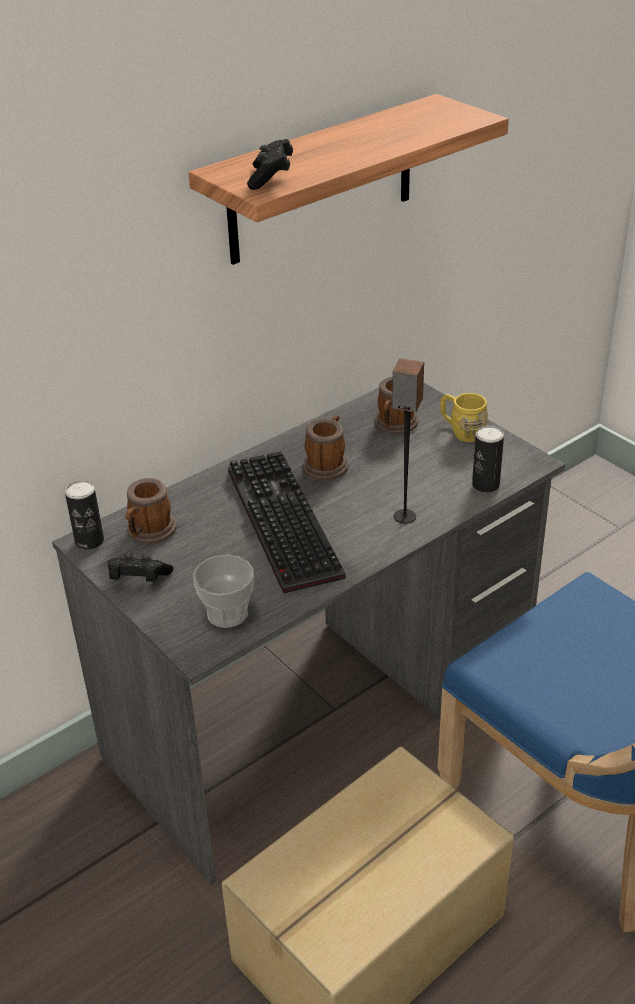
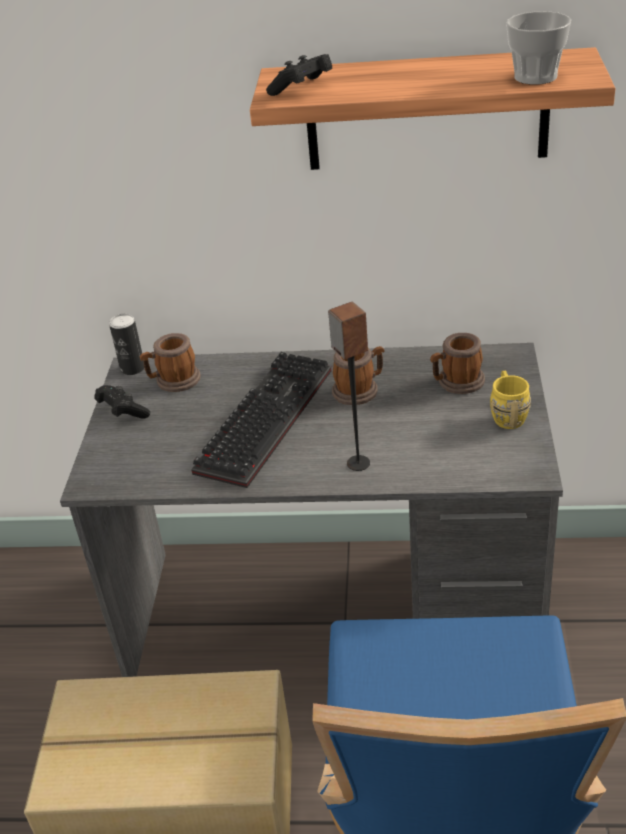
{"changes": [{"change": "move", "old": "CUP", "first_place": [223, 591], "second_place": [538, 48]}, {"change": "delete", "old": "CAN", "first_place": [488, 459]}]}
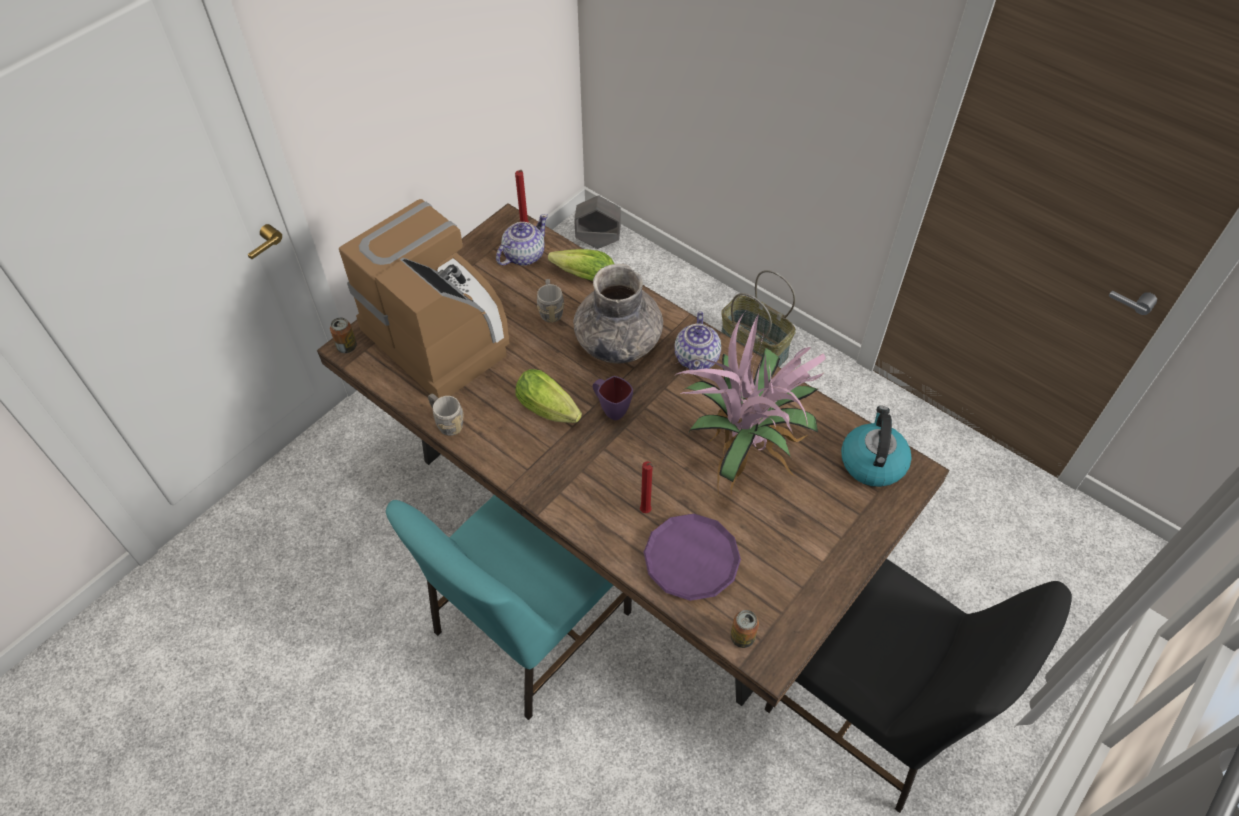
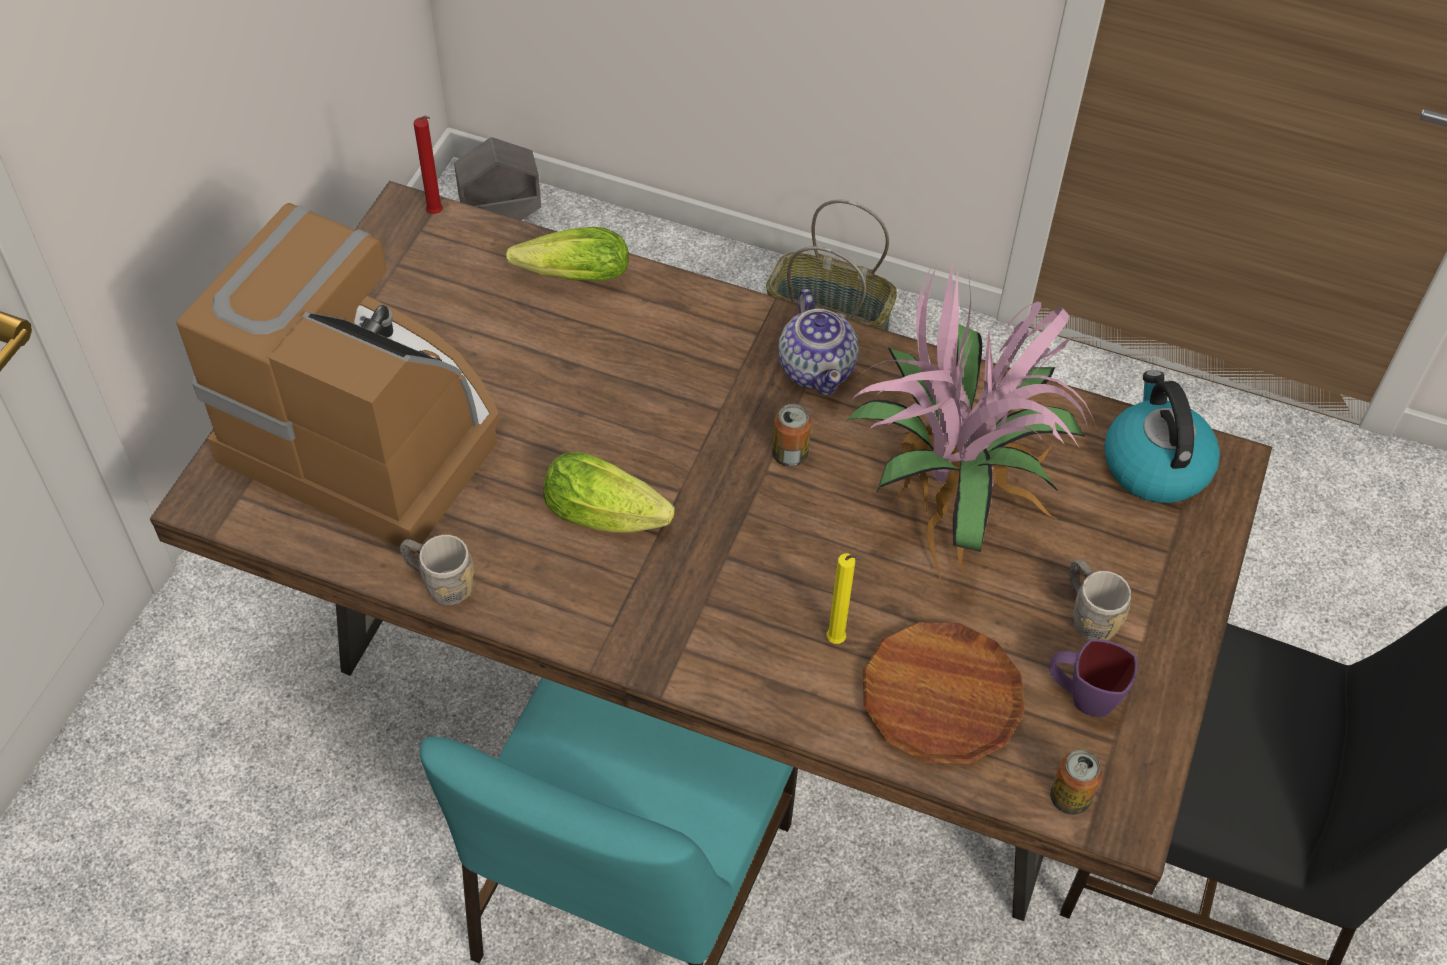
{"changes": [{"change": "move", "old": "CAN", "first_place": [343, 335], "second_place": [792, 435]}, {"change": "delete", "old": "TEAPOT", "first_place": [522, 239]}, {"change": "move", "old": "GREY MUG", "first_place": [551, 301], "second_place": [1100, 600]}, {"change": "delete", "old": "GREY VASE", "first_place": [618, 314]}, {"change": "move", "old": "PURPLE MUG", "first_place": [612, 398], "second_place": [1093, 678]}, {"change": "recolor", "old": "RED CANDLE", "new": "YELLOW CANDLE", "first_place": [647, 487], "second_place": [844, 598]}, {"change": "recolor", "old": "PURPLE PLATE", "new": "BROWN PLATE", "first_place": [692, 557], "second_place": [944, 693]}]}
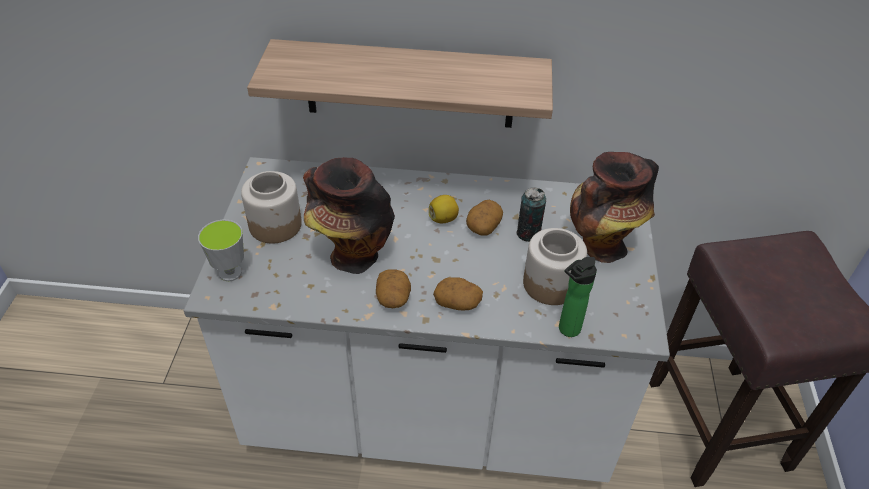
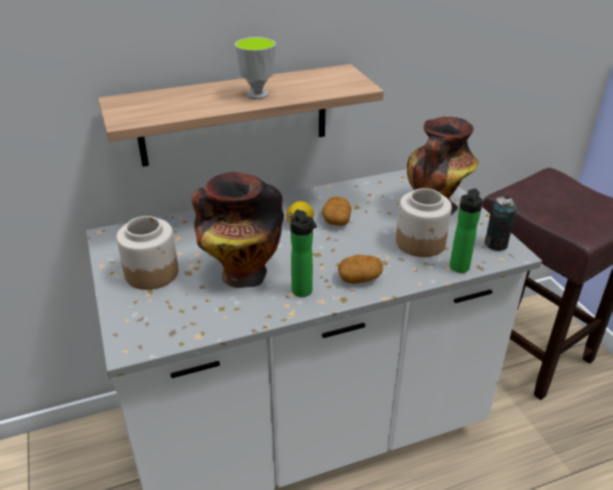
{"changes": [{"change": "move", "old": "CUP", "first_place": [221, 250], "second_place": [255, 68]}, {"change": "replace", "old": "POTATO", "new": "BOTTLE", "first_place": [393, 288], "second_place": [303, 253]}, {"change": "move", "old": "CAN", "first_place": [531, 214], "second_place": [501, 223]}]}
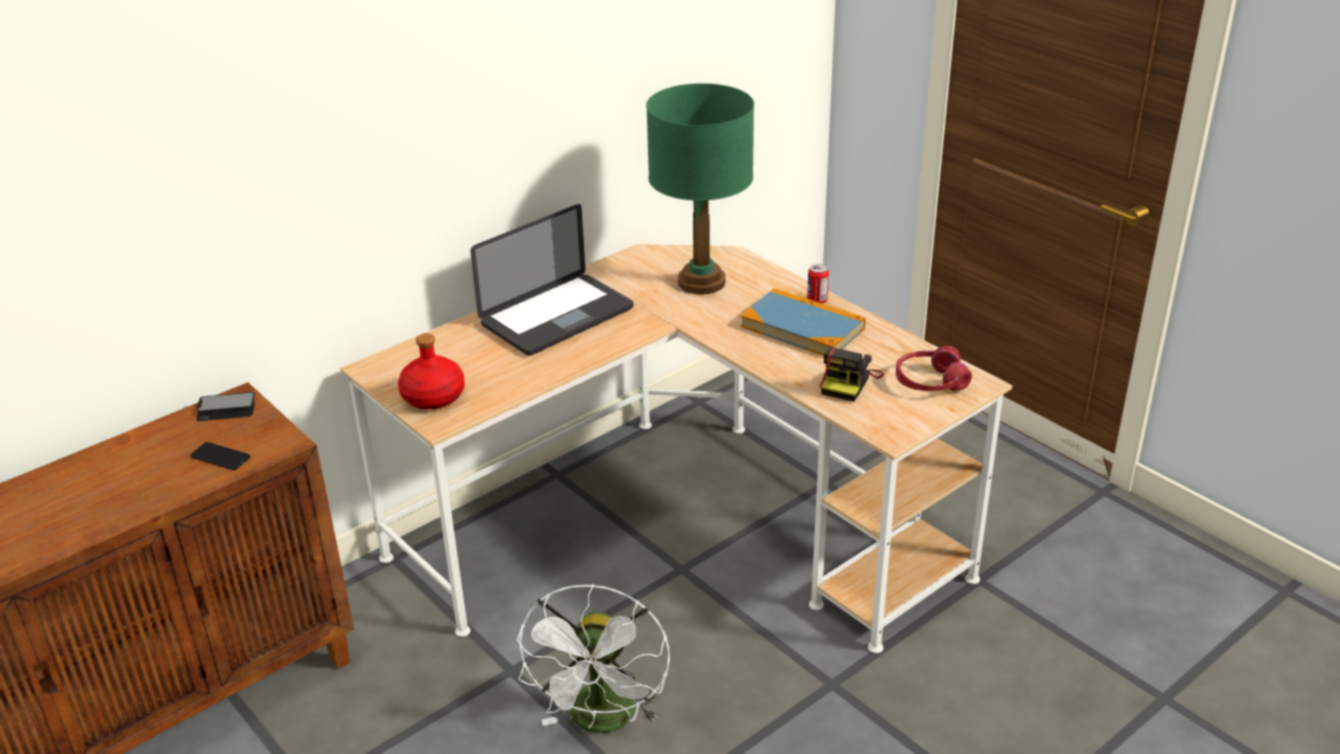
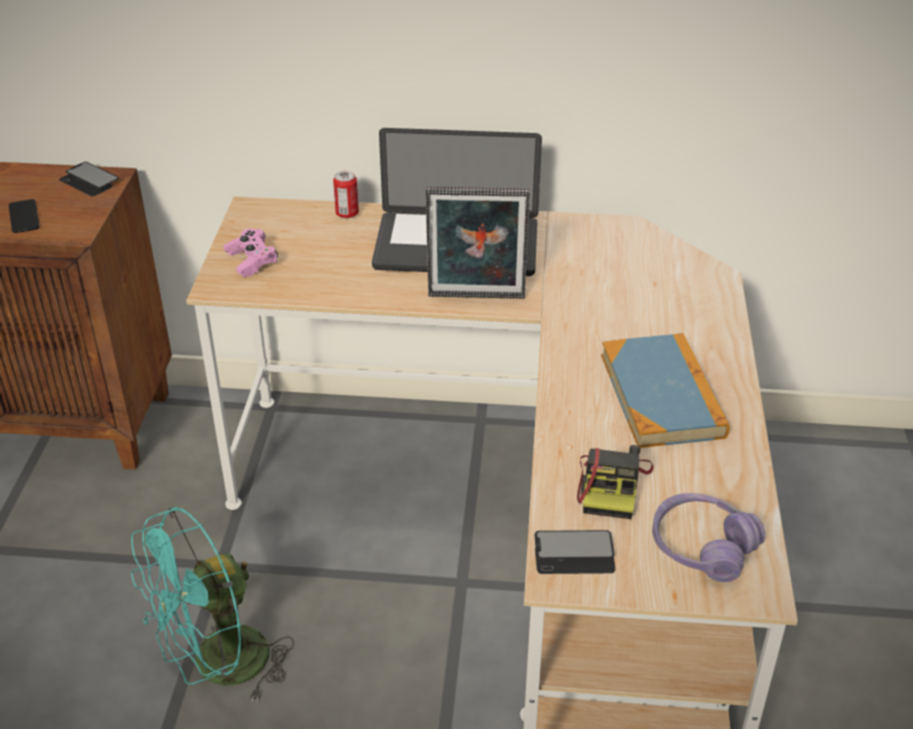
{"changes": [{"change": "replace", "old": "RED BOTTLE", "new": "PINK GAME CONTROLLER", "first_place": [431, 371], "second_place": [250, 253]}, {"change": "recolor", "old": "WHITE FAN", "new": "TURQUOISE FAN", "first_place": [593, 658], "second_place": [212, 605]}, {"change": "delete", "old": "GREEN TABLE LAMP", "first_place": [700, 188]}, {"change": "move", "old": "CAN", "first_place": [818, 284], "second_place": [346, 194]}, {"change": "rotate", "old": "PHOTO CAMERA", "first_place": [852, 374], "second_place": [615, 482], "degrees": -60}, {"change": "recolor", "old": "RED HEADPHONES", "new": "PURPLE HEADPHONES", "first_place": [934, 368], "second_place": [708, 537]}, {"change": "insert", "new": "PICTURE FRAME", "second_place": [477, 242]}, {"change": "insert", "new": "PHONE", "second_place": [575, 552]}]}
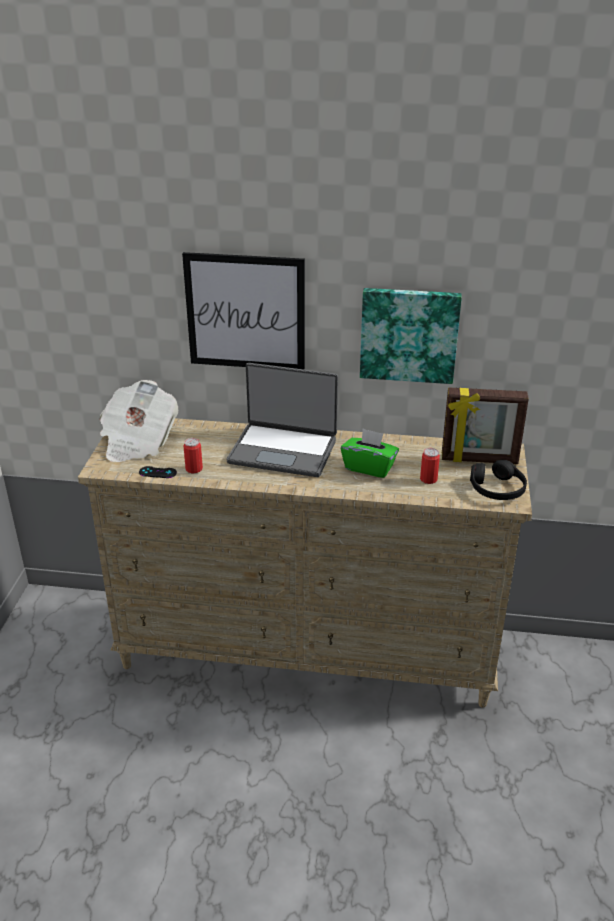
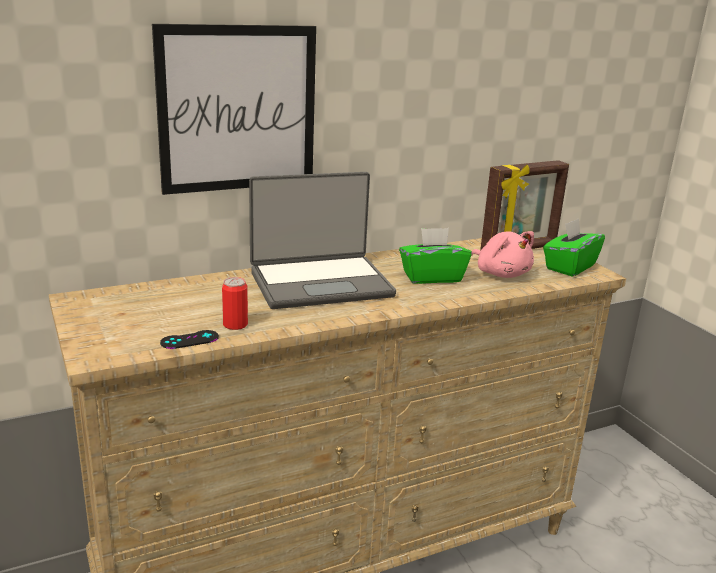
{"changes": [{"change": "delete", "old": "NEWSPAPER", "first_place": [139, 421]}, {"change": "delete", "old": "PICTURE", "first_place": [411, 336]}, {"change": "replace", "old": "CAN", "new": "PINK PLUSH TOY", "first_place": [430, 466], "second_place": [502, 254]}, {"change": "replace", "old": "BLACK HEADPHONES", "new": "GREEN TISSUE BOX", "first_place": [498, 480], "second_place": [574, 247]}]}
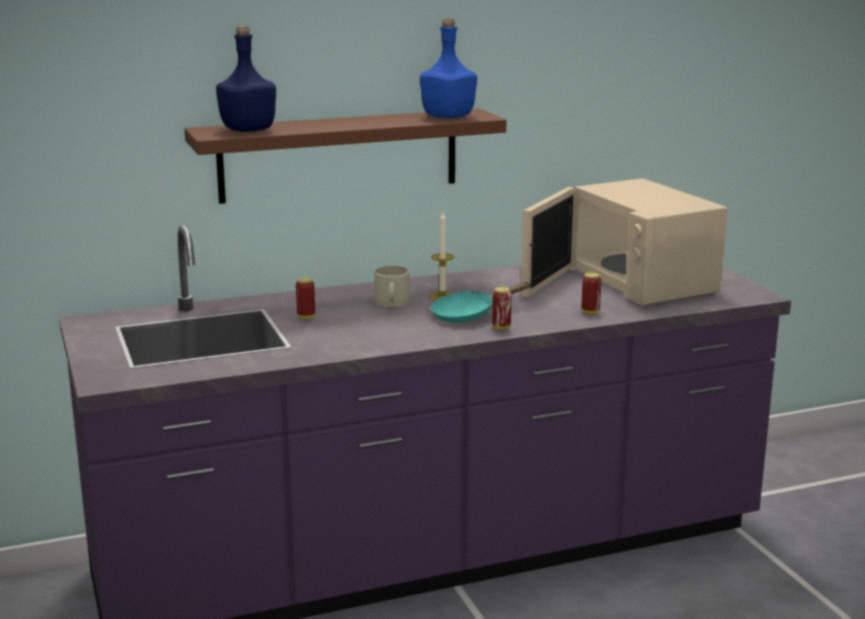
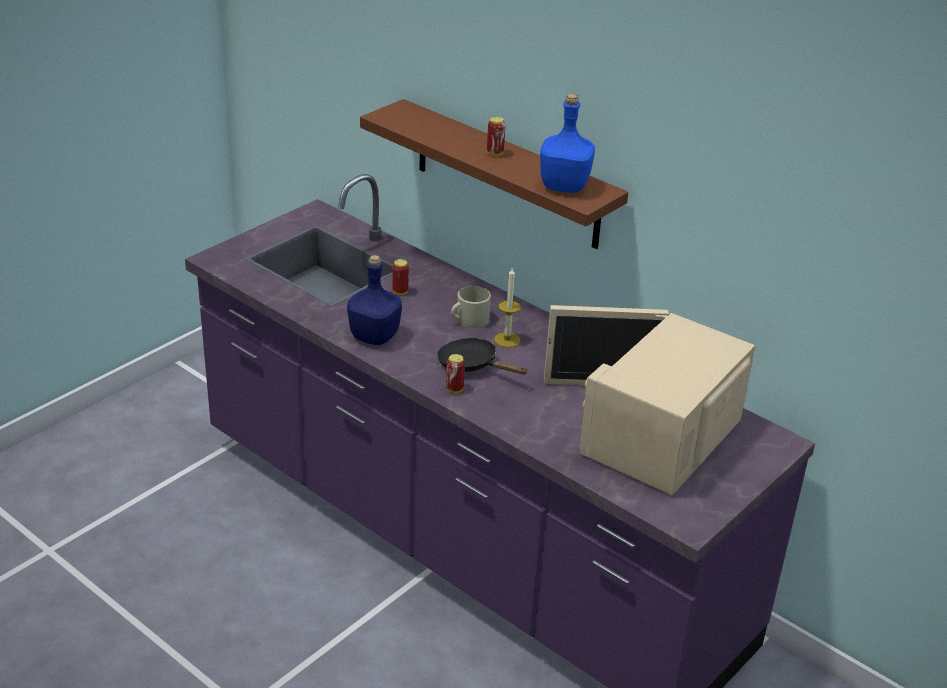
{"changes": [{"change": "move", "old": "BLUE BOTTLE", "first_place": [246, 79], "second_place": [374, 300]}, {"change": "recolor", "old": "TURQUOISE FRYING PAN", "new": "BLACK FRYING PAN", "first_place": [481, 302], "second_place": [482, 356]}, {"change": "move", "old": "CAN", "first_place": [591, 293], "second_place": [496, 136]}]}
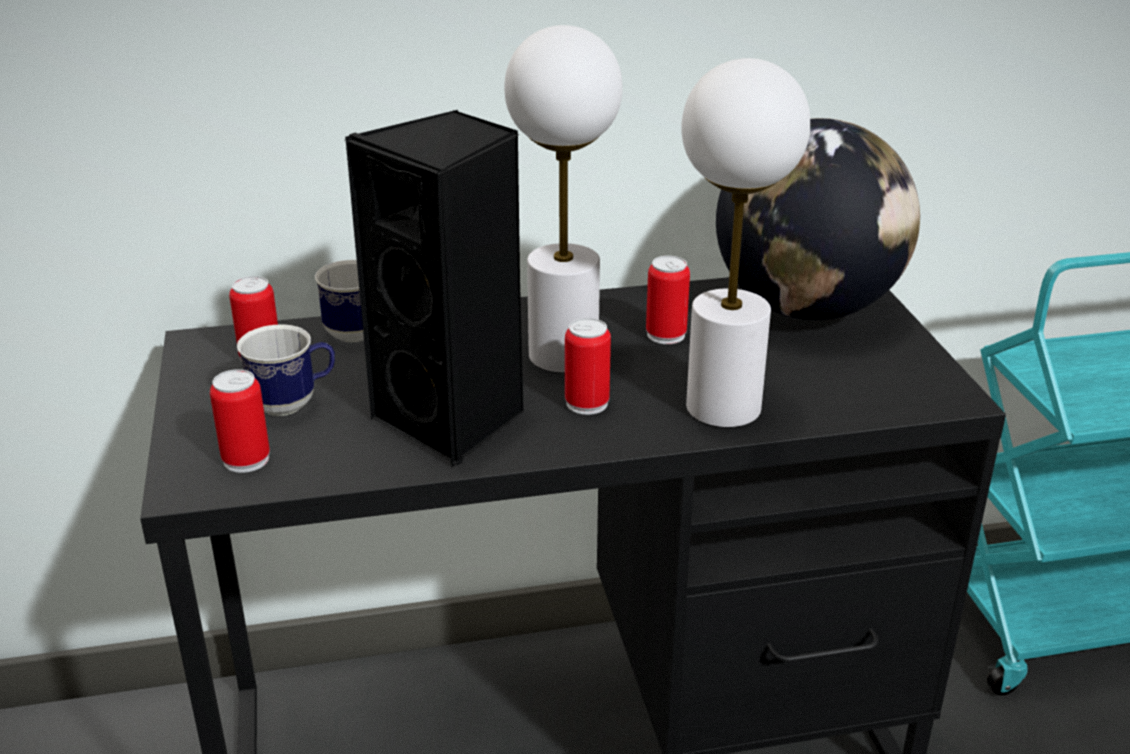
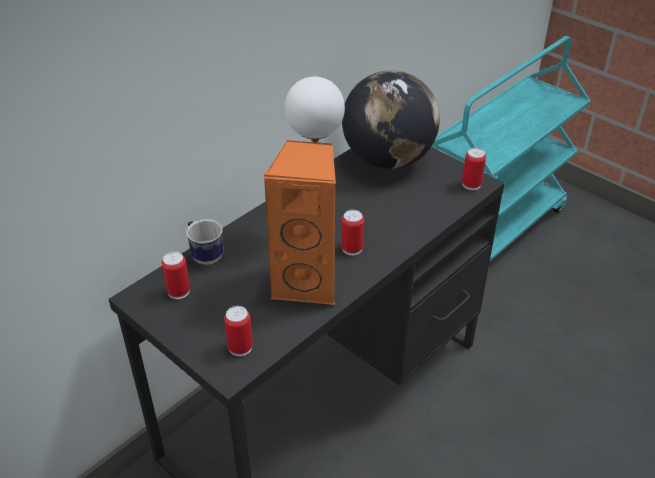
{"changes": [{"change": "delete", "old": "MUG", "first_place": [286, 370]}, {"change": "recolor", "old": "BLACK SPEAKER", "new": "ORANGE SPEAKER", "first_place": [434, 288], "second_place": [299, 222]}, {"change": "move", "old": "CAN", "first_place": [668, 300], "second_place": [474, 169]}, {"change": "delete", "old": "WHITE TABLE LAMP", "first_place": [745, 243]}]}
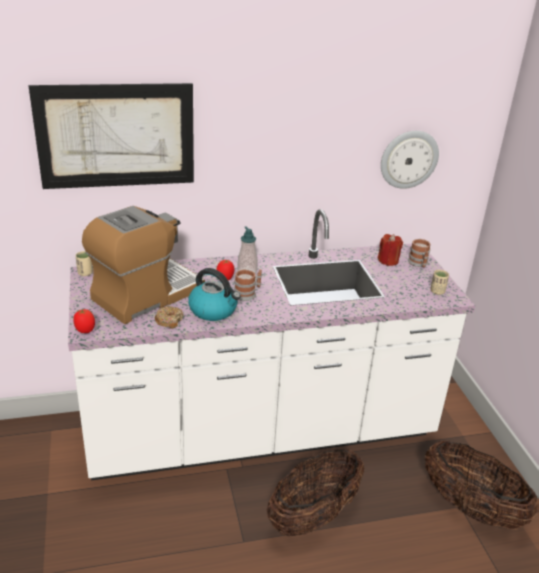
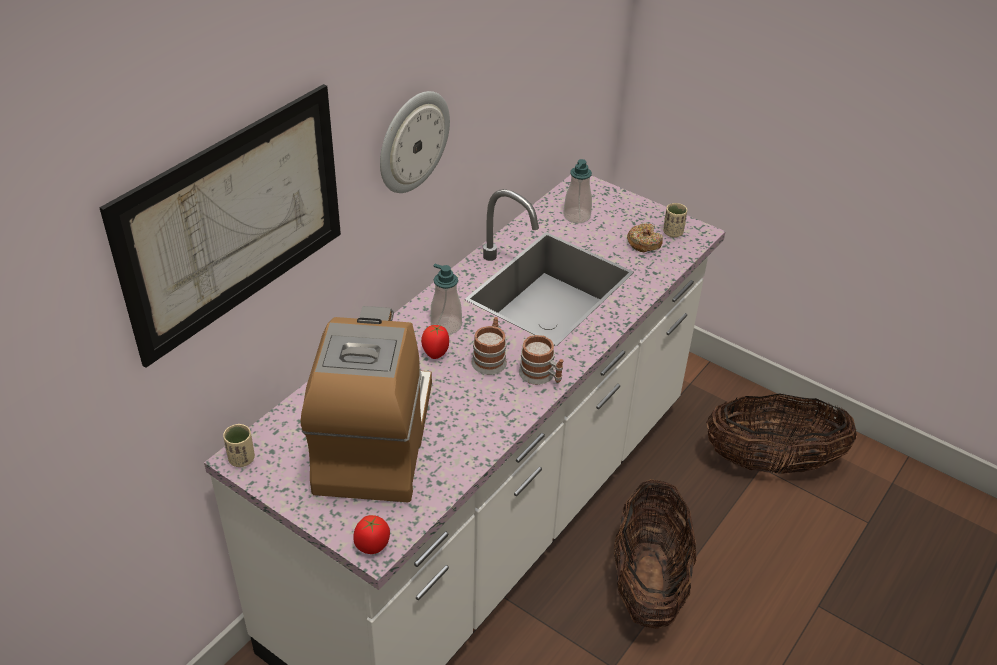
{"changes": [{"change": "move", "old": "DONUT", "first_place": [169, 317], "second_place": [645, 238]}, {"change": "delete", "old": "KETTLE", "first_place": [214, 294]}, {"change": "replace", "old": "RED CANDLE", "new": "SOAP DISPENSER", "first_place": [390, 250], "second_place": [577, 191]}, {"change": "move", "old": "WALL CLOCK", "first_place": [410, 160], "second_place": [415, 142]}, {"change": "move", "old": "MUG", "first_place": [419, 253], "second_place": [541, 360]}]}
